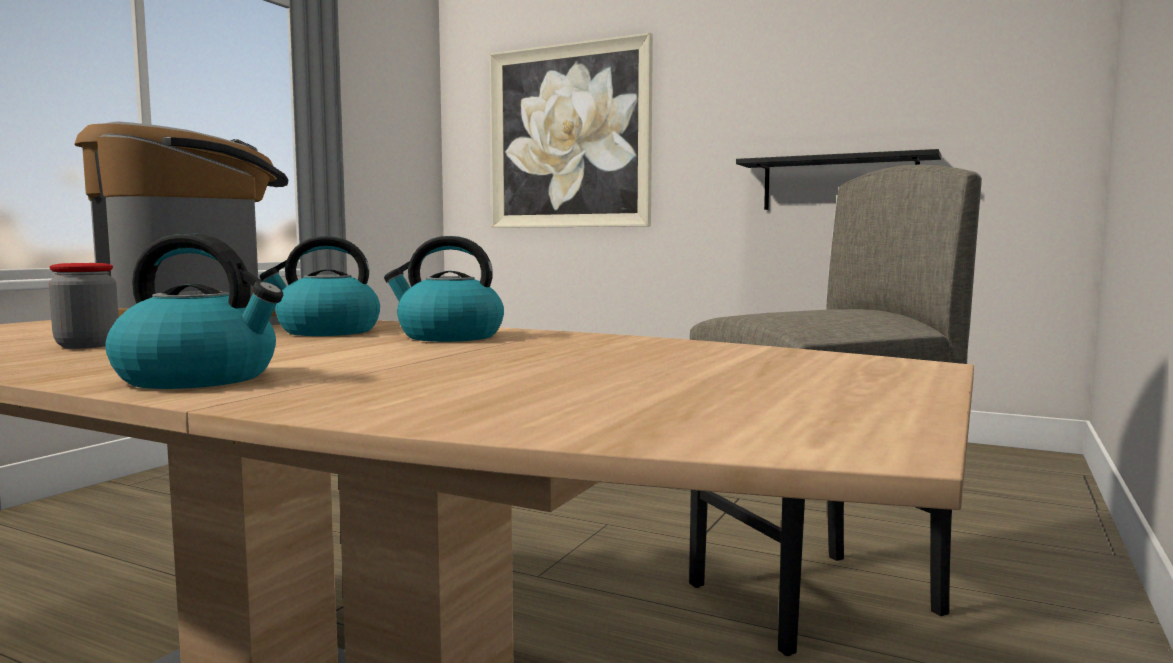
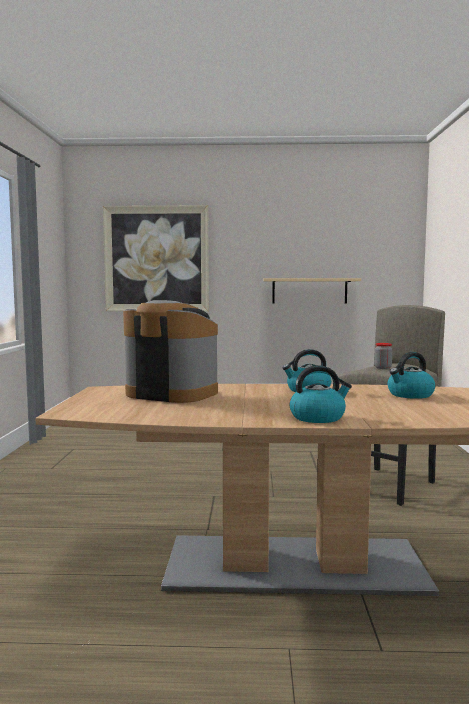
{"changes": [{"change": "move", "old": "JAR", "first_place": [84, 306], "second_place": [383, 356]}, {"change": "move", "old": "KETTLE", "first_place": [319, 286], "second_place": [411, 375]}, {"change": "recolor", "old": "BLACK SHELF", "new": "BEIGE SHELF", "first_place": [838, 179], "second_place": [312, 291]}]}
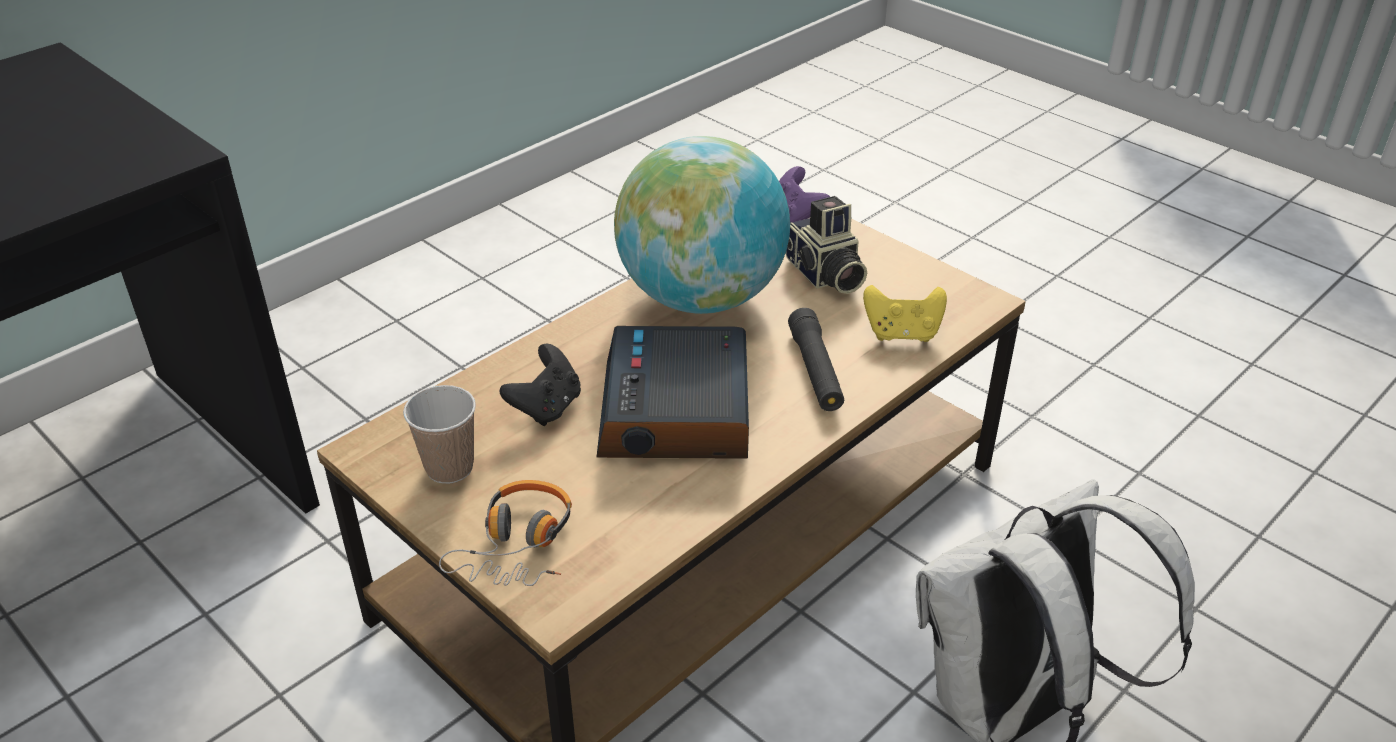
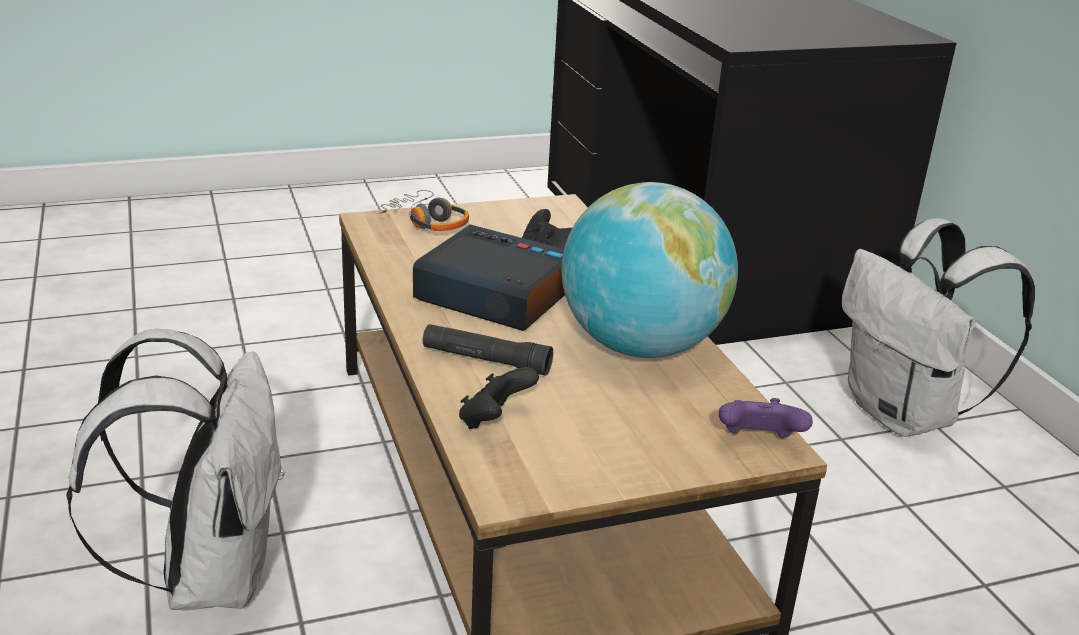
{"changes": [{"change": "delete", "old": "CUP", "first_place": [439, 434]}, {"change": "delete", "old": "PHOTO CAMERA", "first_place": [826, 245]}, {"change": "recolor", "old": "YELLOW GAME CONTROLLER", "new": "BLACK GAME CONTROLLER", "first_place": [905, 313], "second_place": [499, 398]}, {"change": "insert", "new": "WHITE BACKPACK", "second_place": [939, 327]}]}
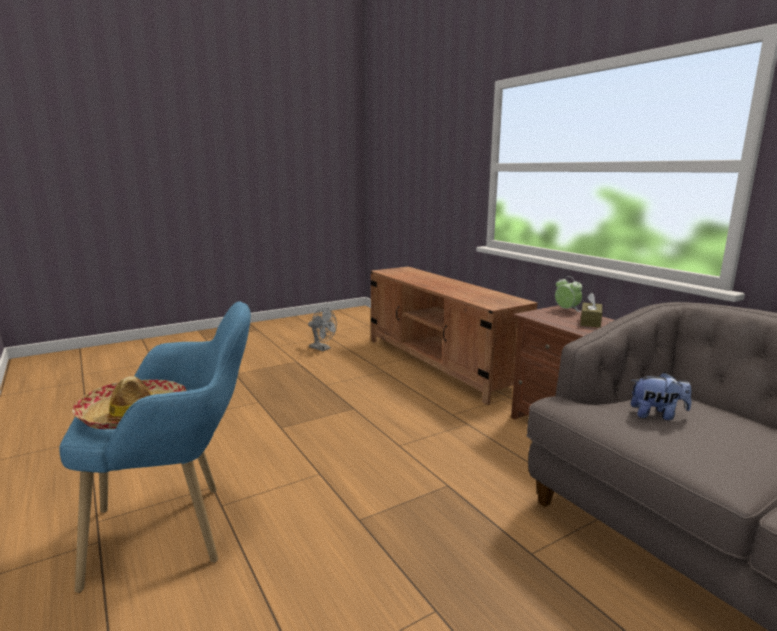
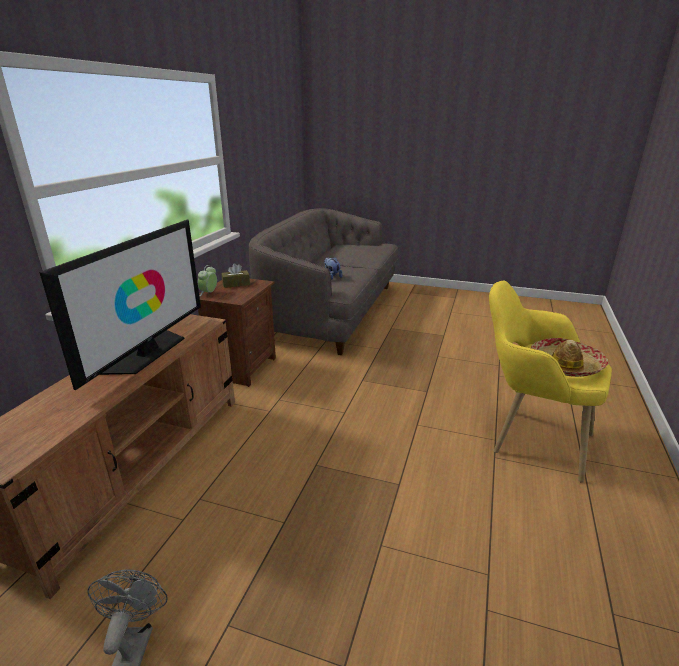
{"changes": [{"change": "recolor", "old": "BLUE ARMCHAIR", "new": "YELLOW ARMCHAIR", "first_place": [155, 447], "second_place": [550, 381]}, {"change": "insert", "new": "TELEVISION", "second_place": [120, 305]}]}
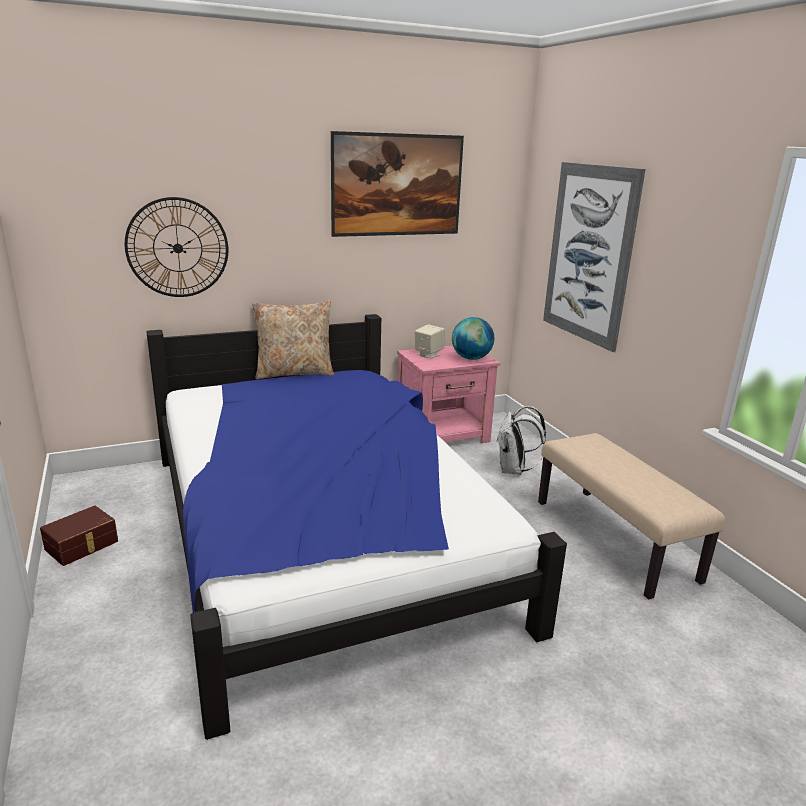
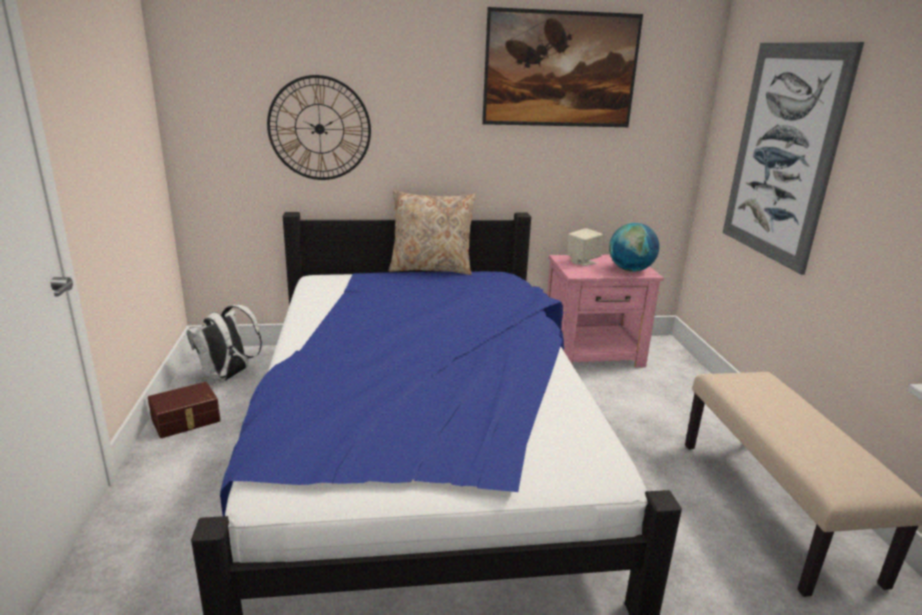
{"changes": [{"change": "move", "old": "WHITE BACKPACK", "first_place": [521, 440], "second_place": [224, 343]}]}
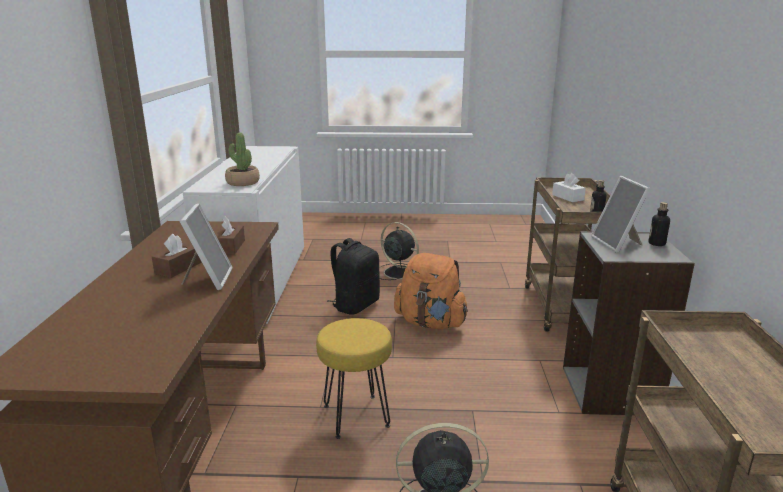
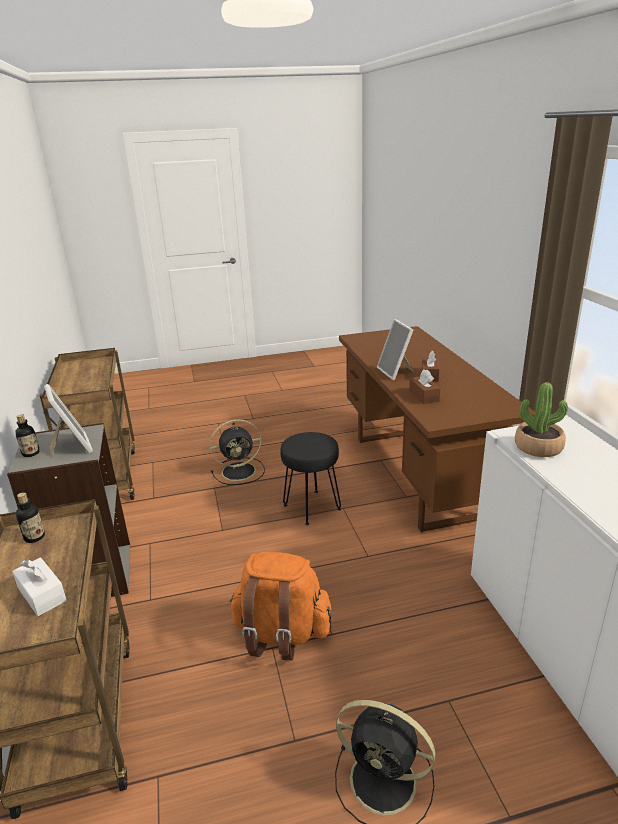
{"changes": [{"change": "recolor", "old": "YELLOW STOOL", "new": "BLACK STOOL", "first_place": [354, 378], "second_place": [310, 478]}, {"change": "delete", "old": "BLACK BACKPACK", "first_place": [353, 276]}]}
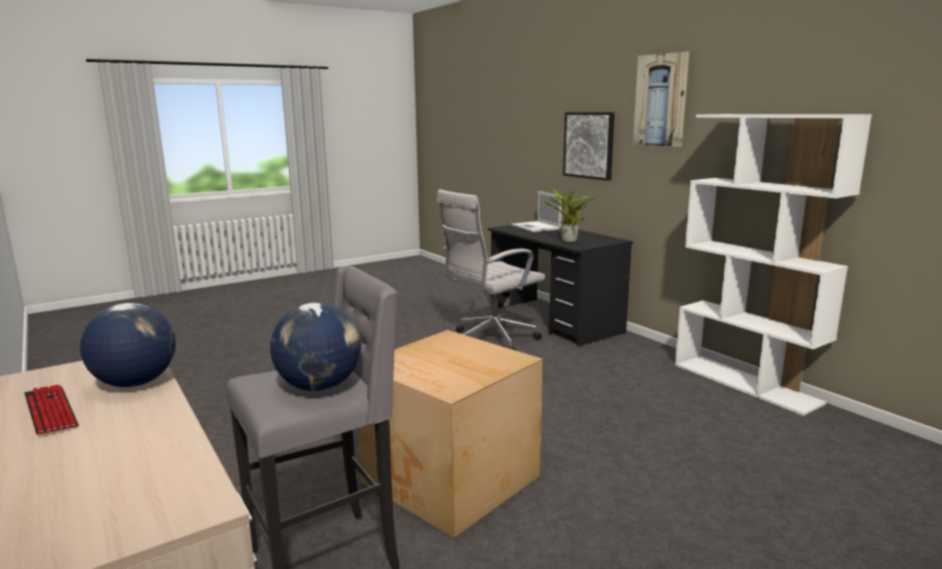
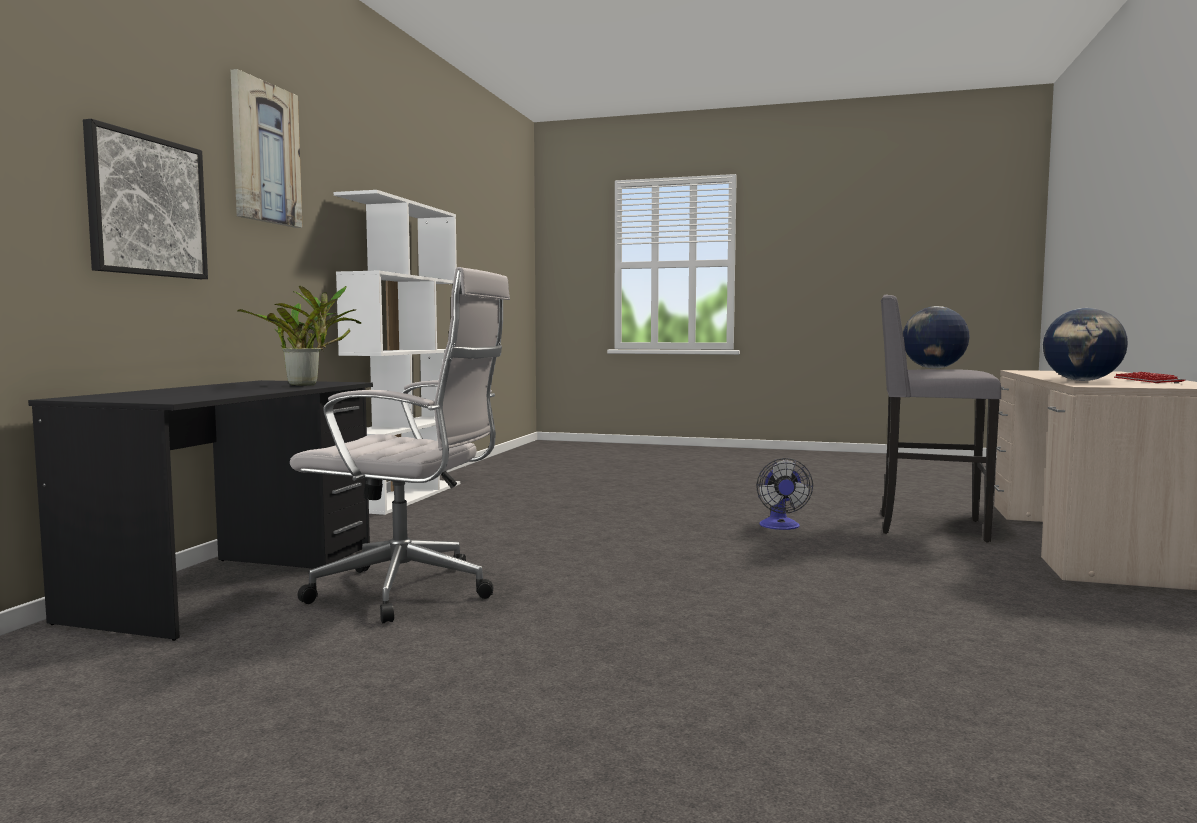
{"changes": [{"change": "replace", "old": "CARDBOARD BOX", "new": "FAN", "first_place": [450, 433], "second_place": [784, 494]}, {"change": "delete", "old": "LAPTOP", "first_place": [536, 211]}]}
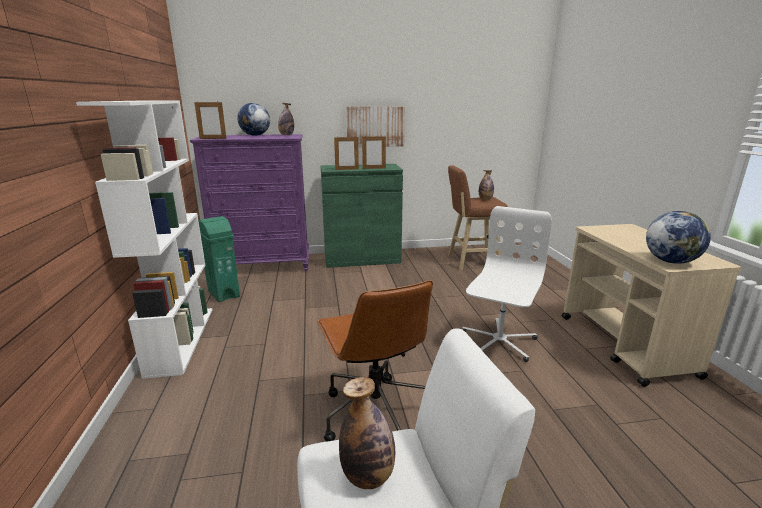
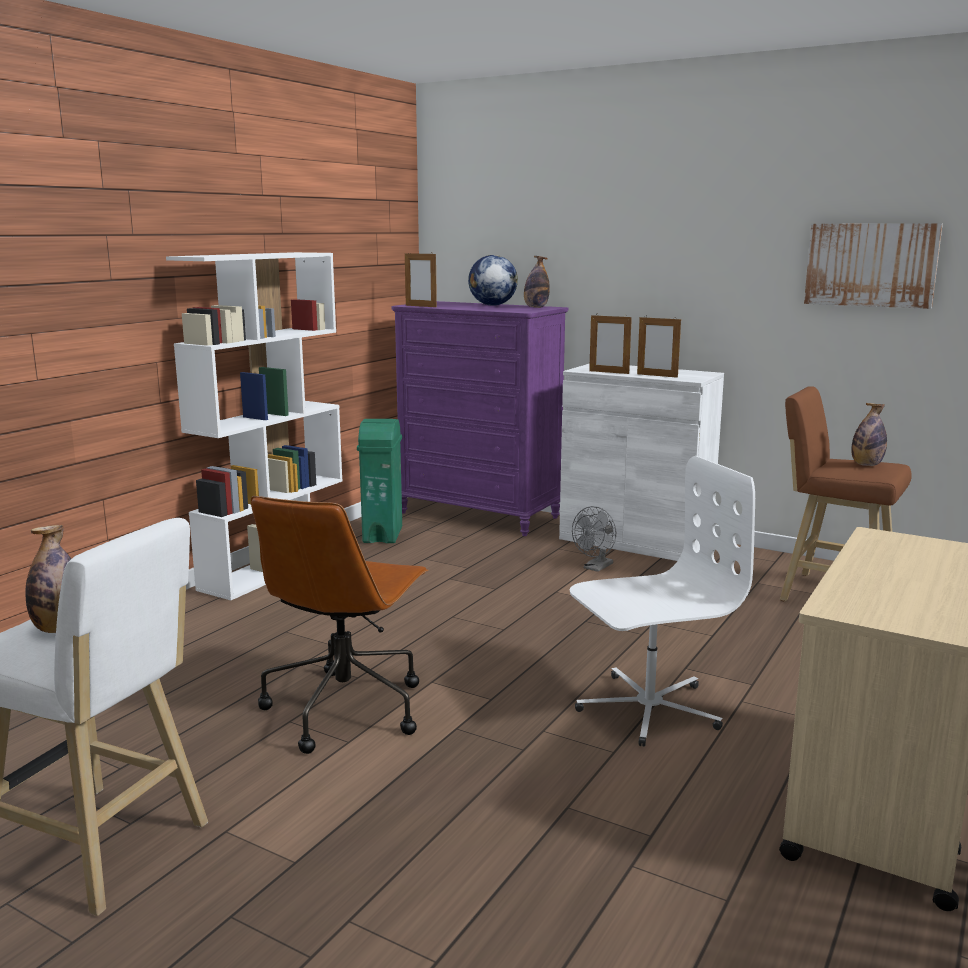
{"changes": [{"change": "recolor", "old": "GREEN CABINET", "new": "WHITE CABINET", "first_place": [362, 216], "second_place": [641, 462]}, {"change": "move", "old": "PICTURE", "first_place": [375, 126], "second_place": [873, 266]}, {"change": "delete", "old": "GLOBE", "first_place": [678, 237]}, {"change": "insert", "new": "GREY FAN", "second_place": [594, 539]}]}
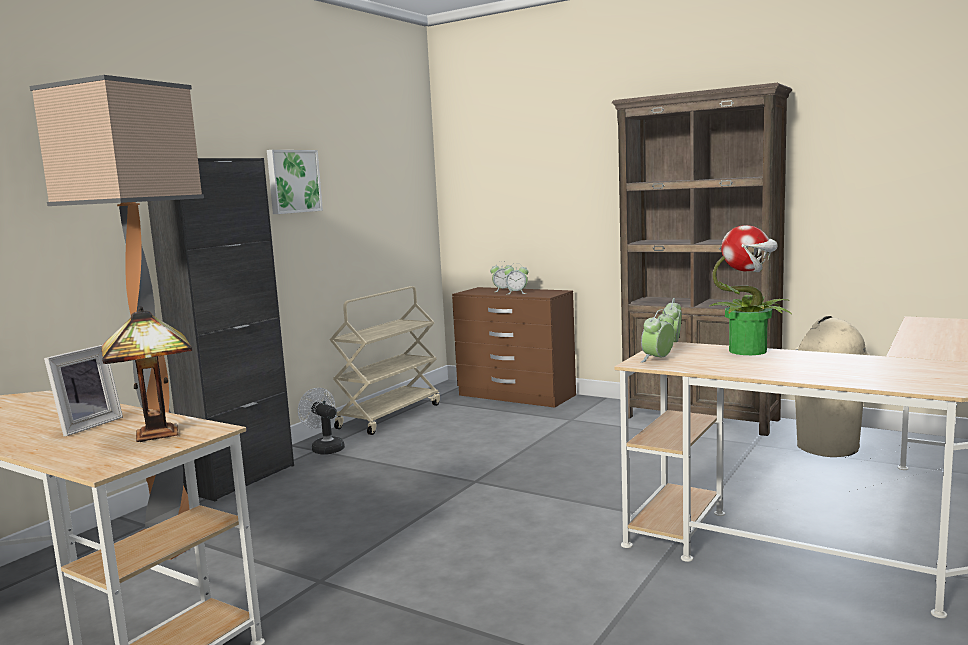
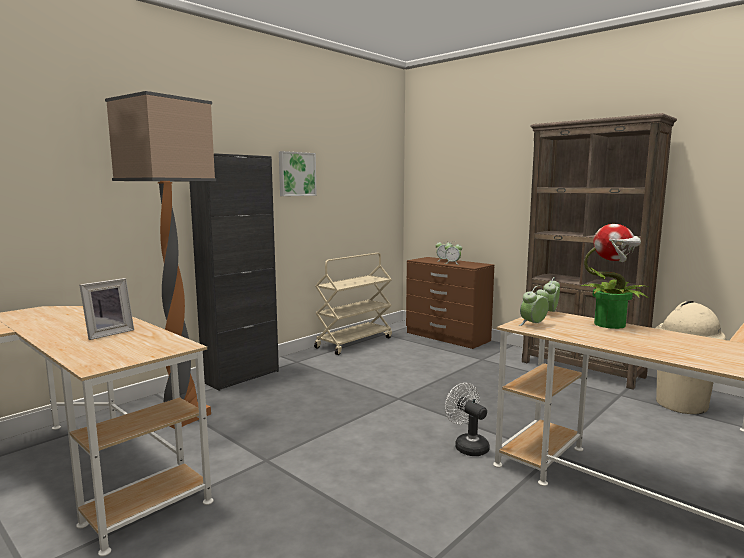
{"changes": [{"change": "delete", "old": "TABLE LAMP", "first_place": [147, 374]}, {"change": "move", "old": "WHITE FAN", "first_place": [321, 421], "second_place": [467, 419]}]}
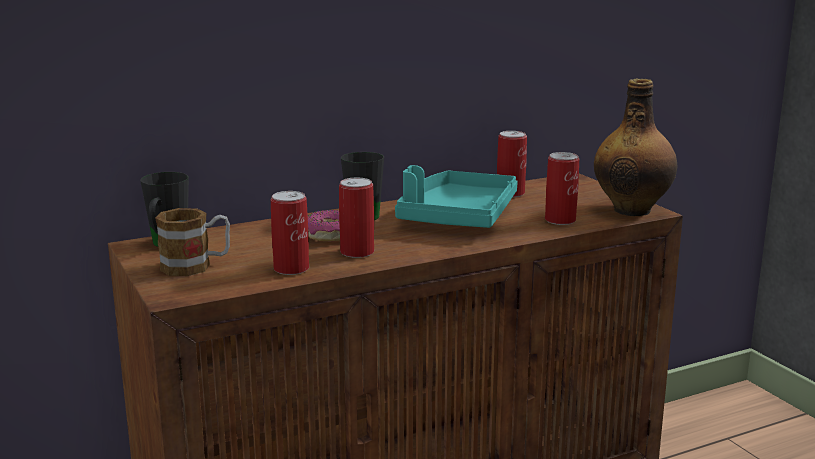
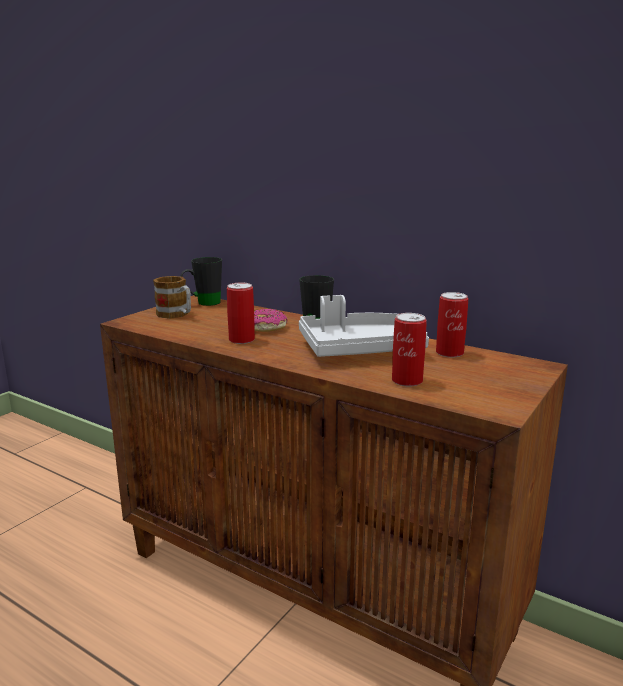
{"changes": [{"change": "delete", "old": "CAN", "first_place": [290, 233]}, {"change": "recolor", "old": "TURQUOISE TRAY", "new": "GREY TRAY", "first_place": [456, 196], "second_place": [364, 326]}, {"change": "delete", "old": "BOTTLE", "first_place": [635, 147]}]}
